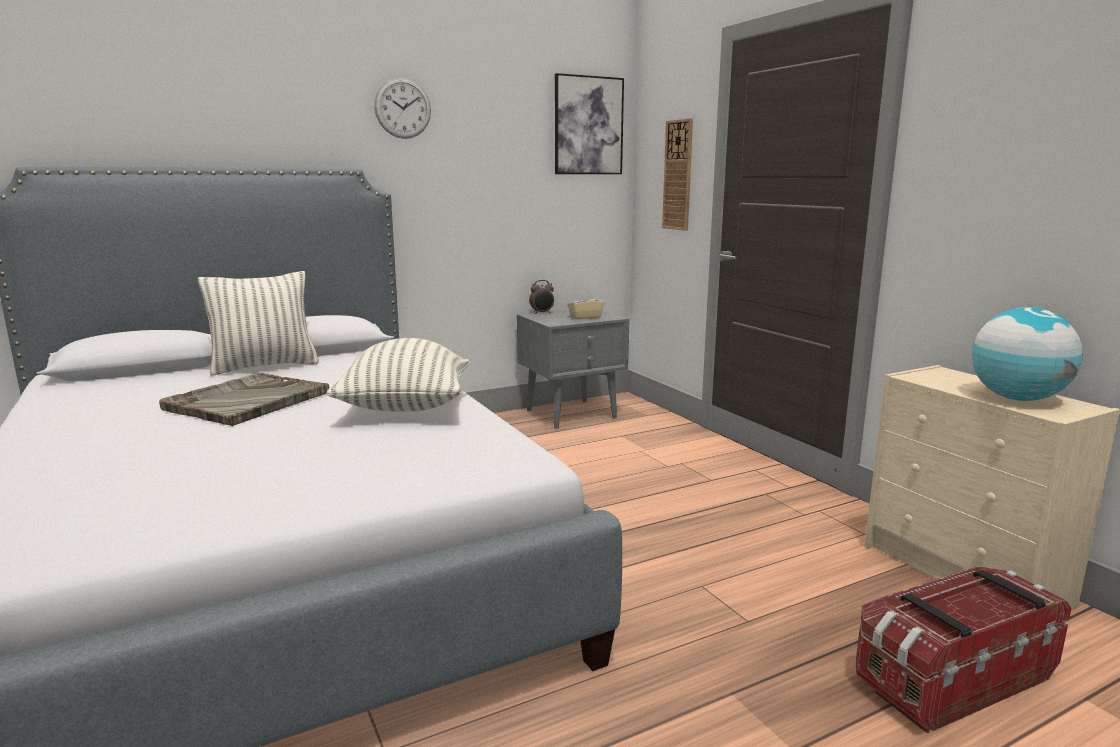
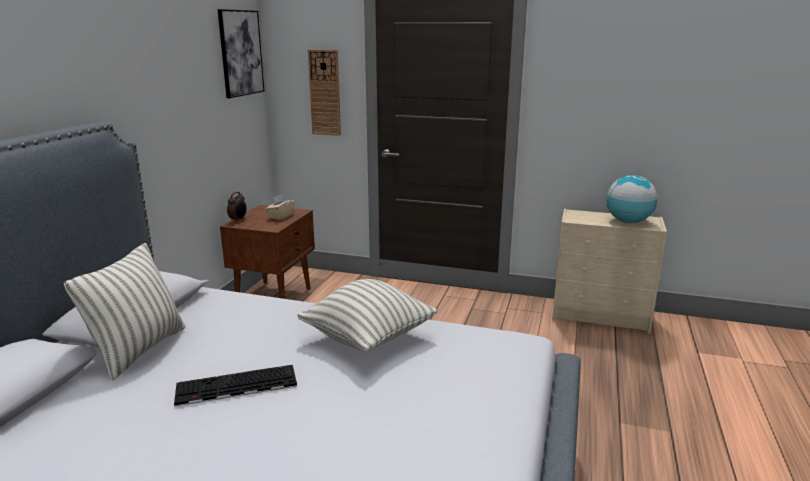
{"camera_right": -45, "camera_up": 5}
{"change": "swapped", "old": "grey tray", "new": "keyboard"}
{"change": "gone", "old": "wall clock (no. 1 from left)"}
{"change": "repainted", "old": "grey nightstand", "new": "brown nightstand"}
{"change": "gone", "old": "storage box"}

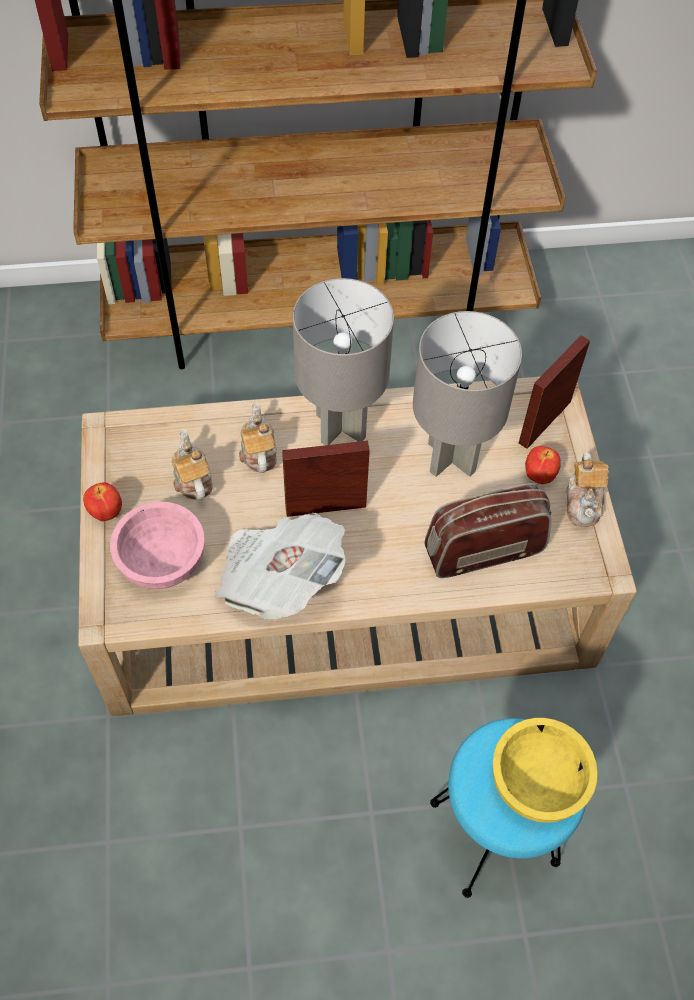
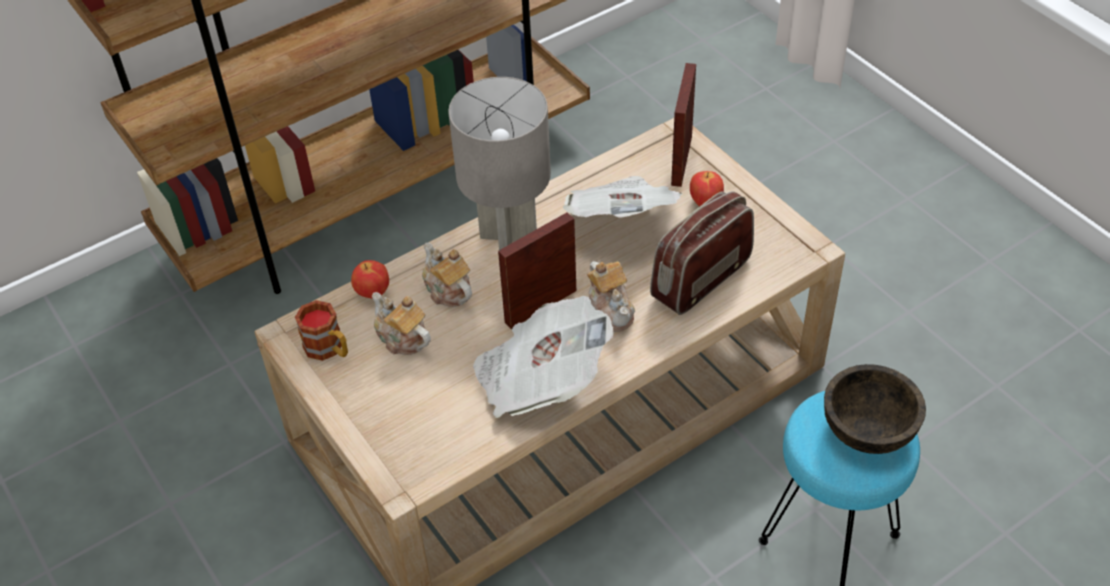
{"camera_right": -25, "camera_up": -10}
{"change": "shifted", "old": "apple (no. 1 from left)"}
{"change": "gone", "old": "pink bowl"}
{"change": "swapped", "old": "grey table lamp (no. 2 from left)", "new": "newspaper (no. 2 from left)"}
{"change": "repainted", "old": "yellow bowl", "new": "brown bowl"}
{"change": "shifted", "old": "teapot (no. 3 from left)"}
{"change": "new", "new": "mug"}

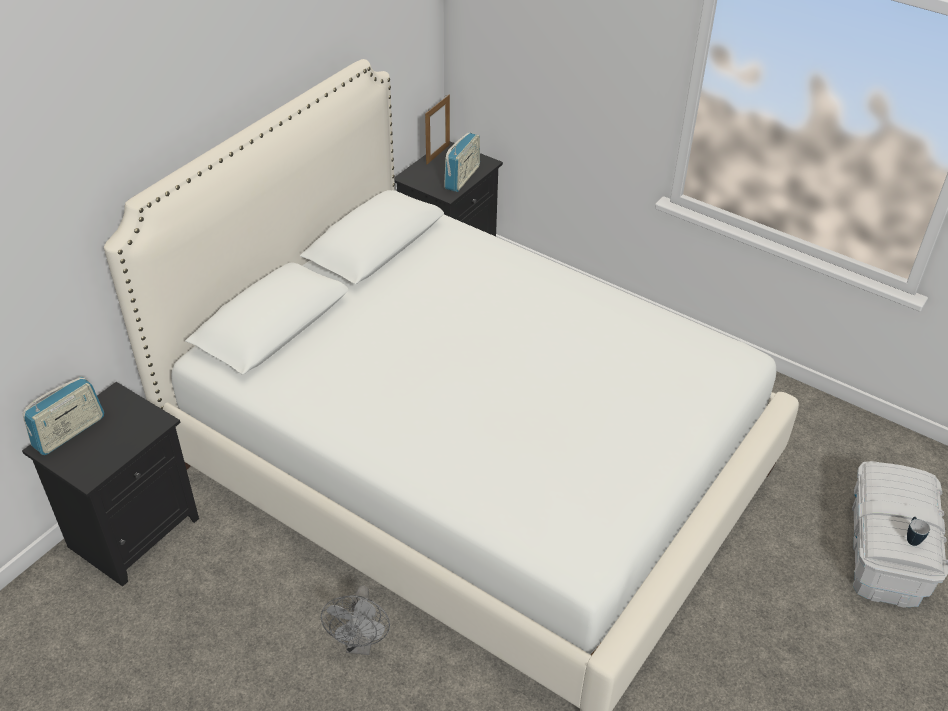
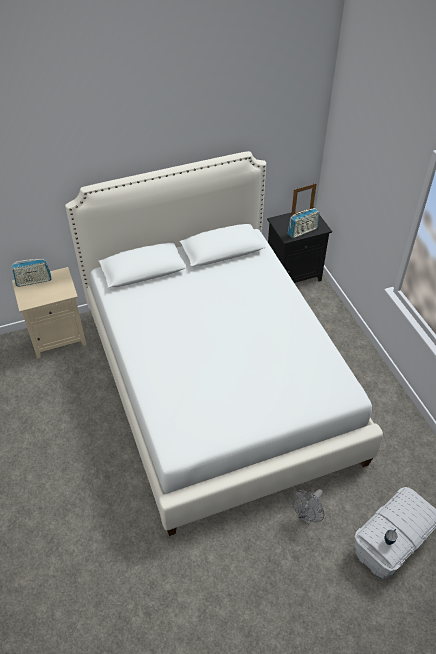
{"camera_right": 35, "camera_up": 5}
{"change": "repainted", "old": "black nightstand (no. 1 from left)", "new": "beige nightstand"}
{"change": "shifted", "old": "grey fan"}

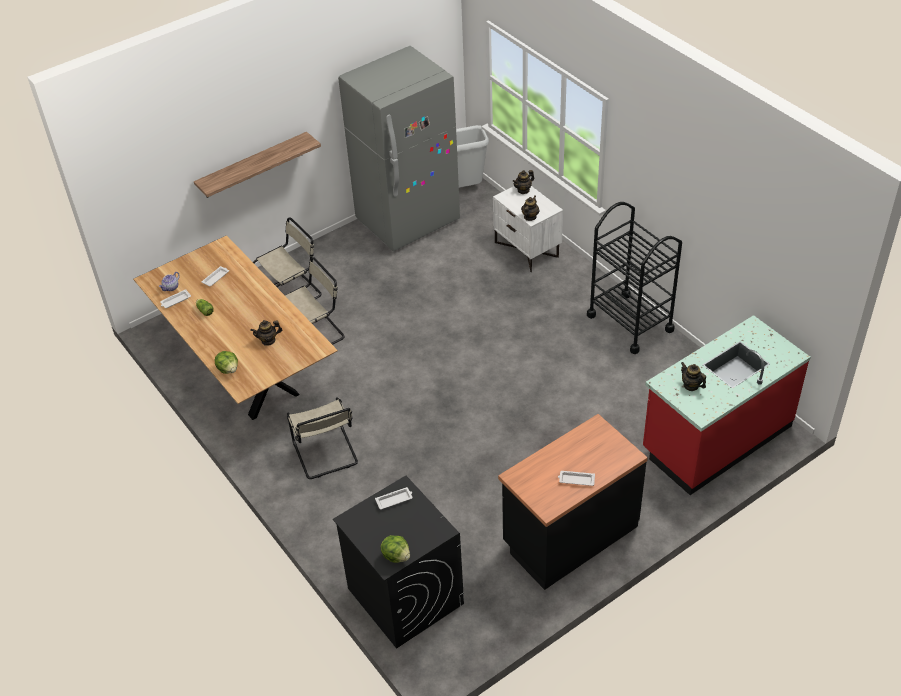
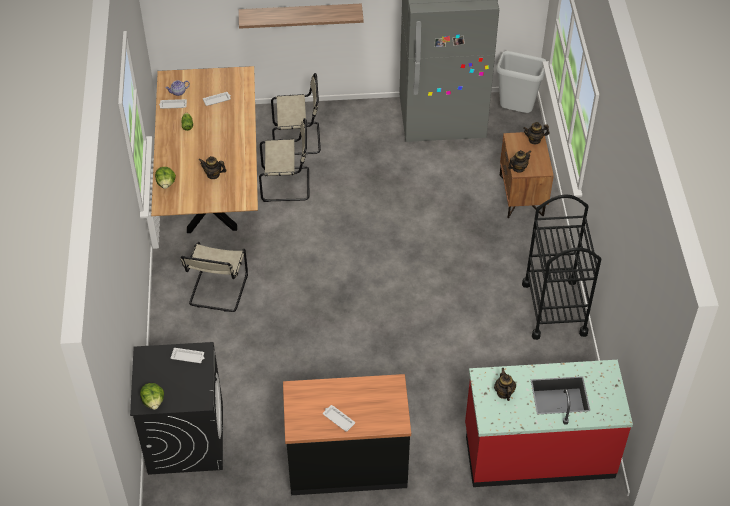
{"camera_right": 30, "camera_up": 5}
{"change": "repainted", "old": "white nightstand", "new": "brown nightstand"}

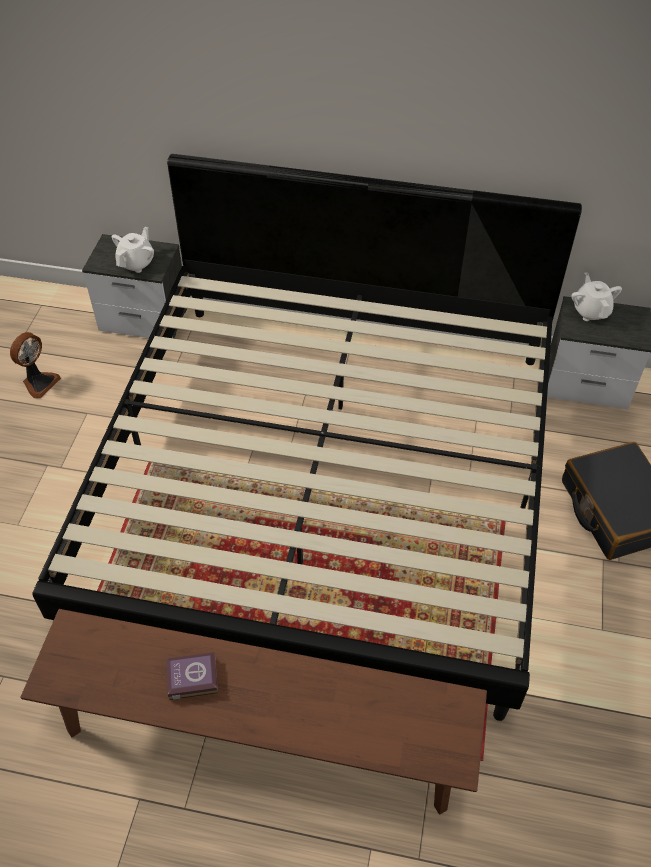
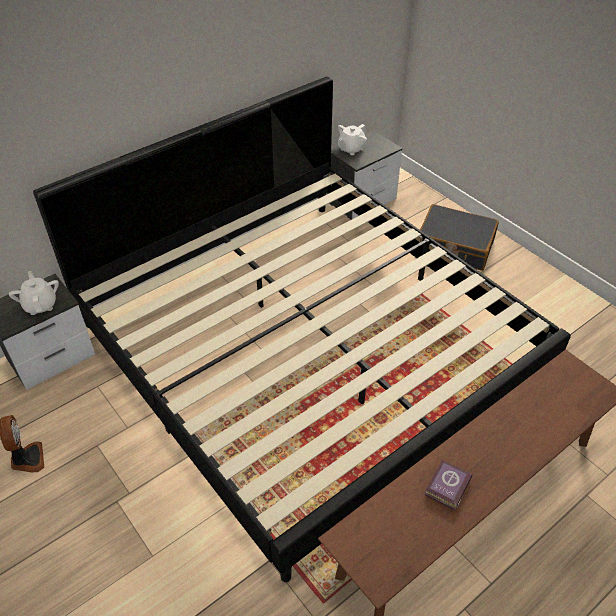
{"camera_right": -50, "camera_up": -5}
{"change": "rotated", "old": "white teapot (no. 2 from left)", "degrees": -75}

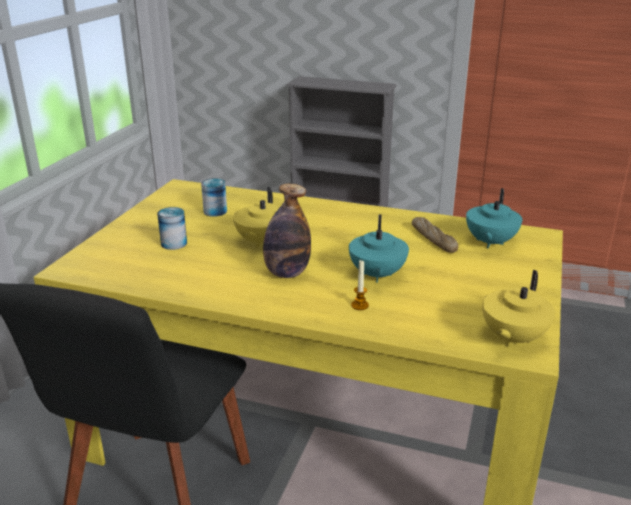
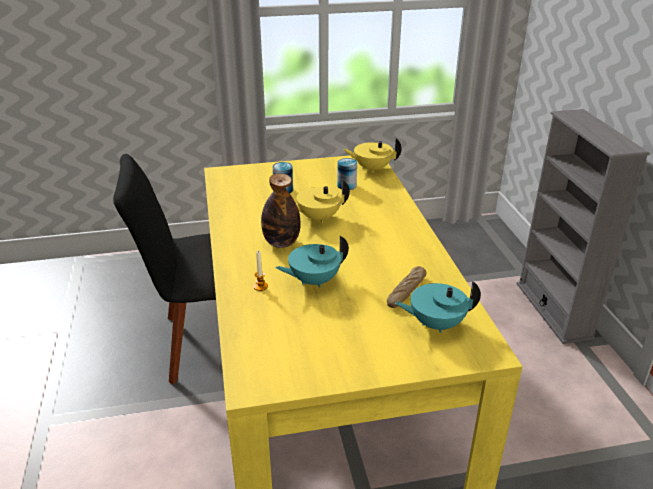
{"camera_right": 60, "camera_up": 5}
{"change": "shifted", "old": "yellow teapot (no. 2 from left)"}

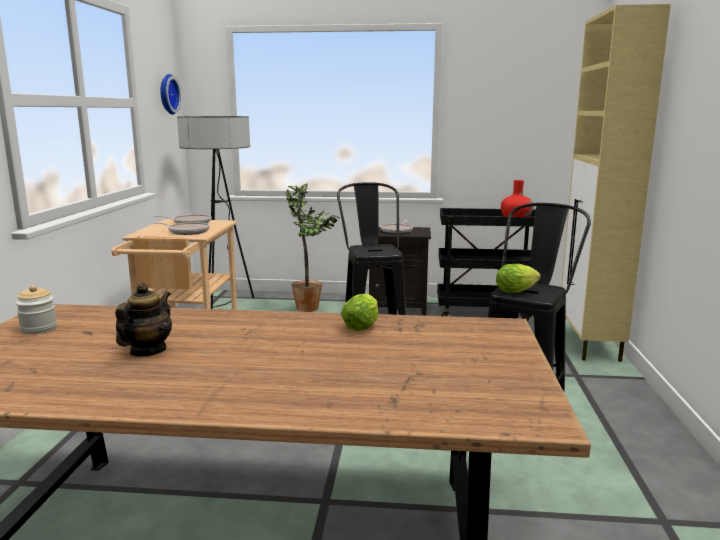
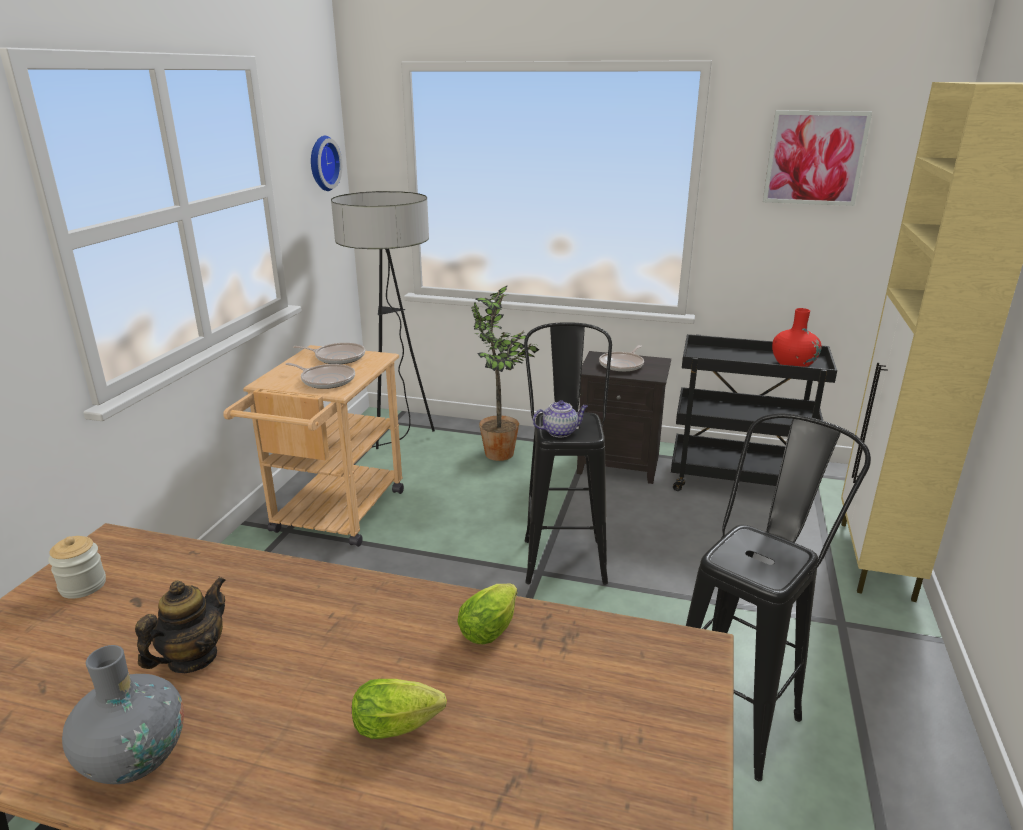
{"camera_right": 10, "camera_up": 10}
{"change": "shifted", "old": "lettuce (no. 2 from left in the first image)", "new": "lettuce (no. 1 from left)"}
{"change": "new", "new": "grey vase"}
{"change": "new", "new": "teapot (no. 2 from left)"}
{"change": "new", "new": "picture"}

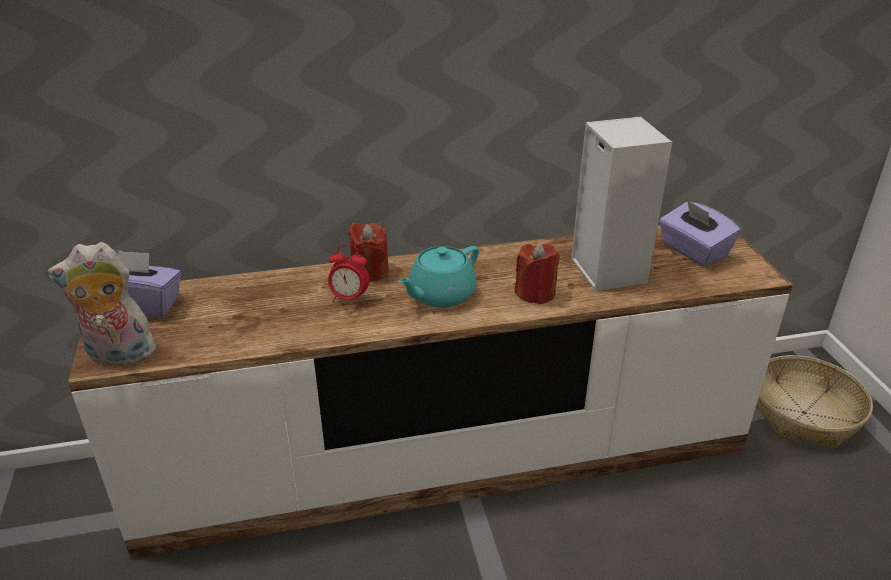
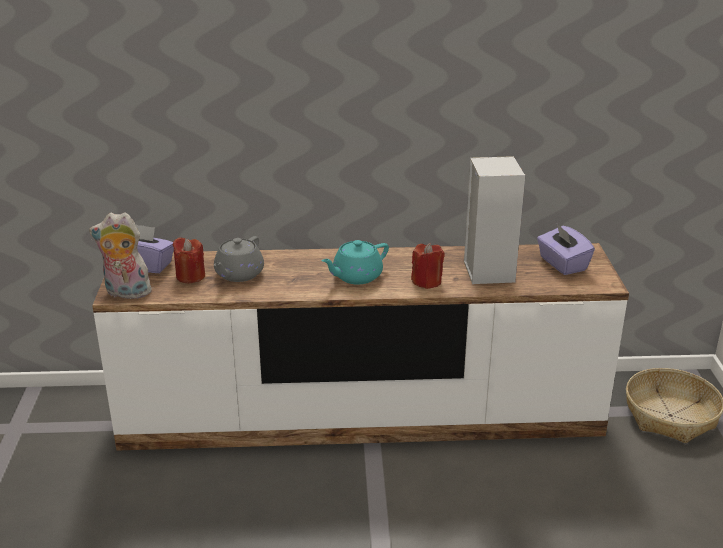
{"camera_right": 10, "camera_up": -5}
{"change": "gone", "old": "alarm clock"}
{"change": "shifted", "old": "red candle (no. 1 from left)"}
{"change": "new", "new": "grey teapot"}

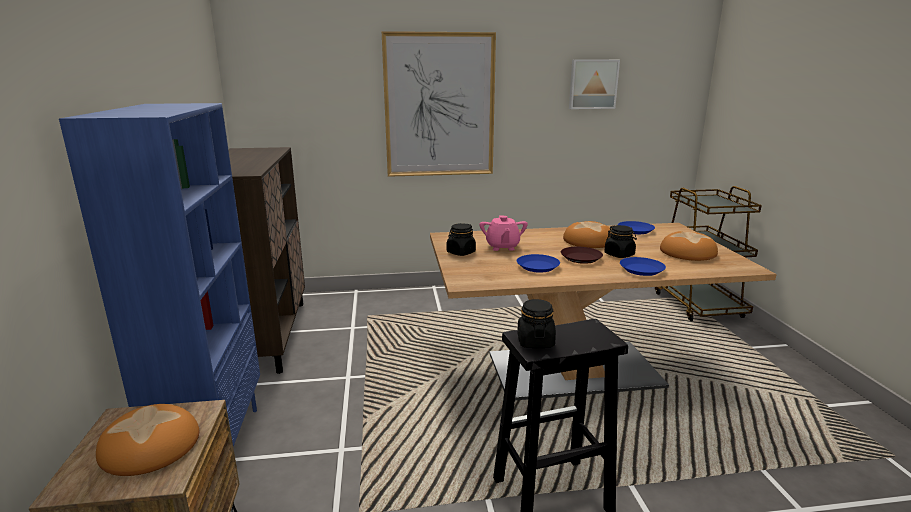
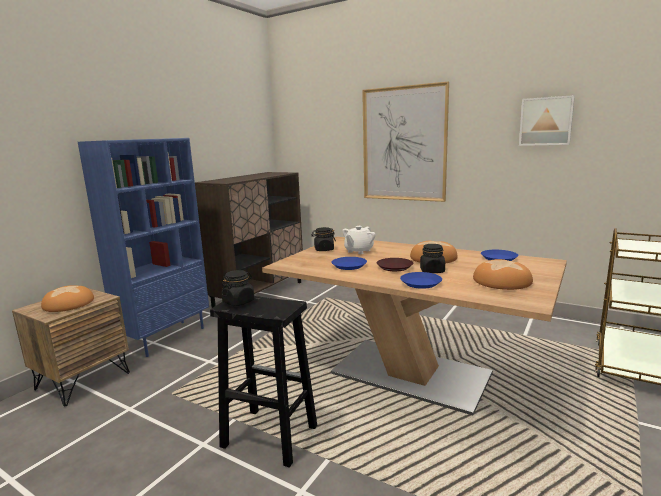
{"camera_right": 40, "camera_up": -5}
{"change": "repainted", "old": "pink teapot", "new": "white teapot"}

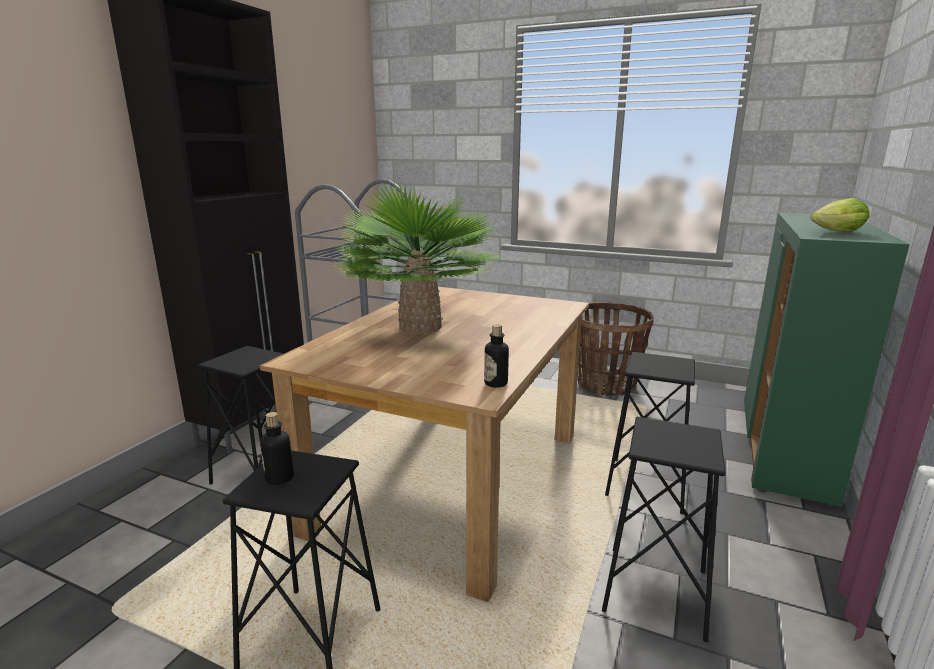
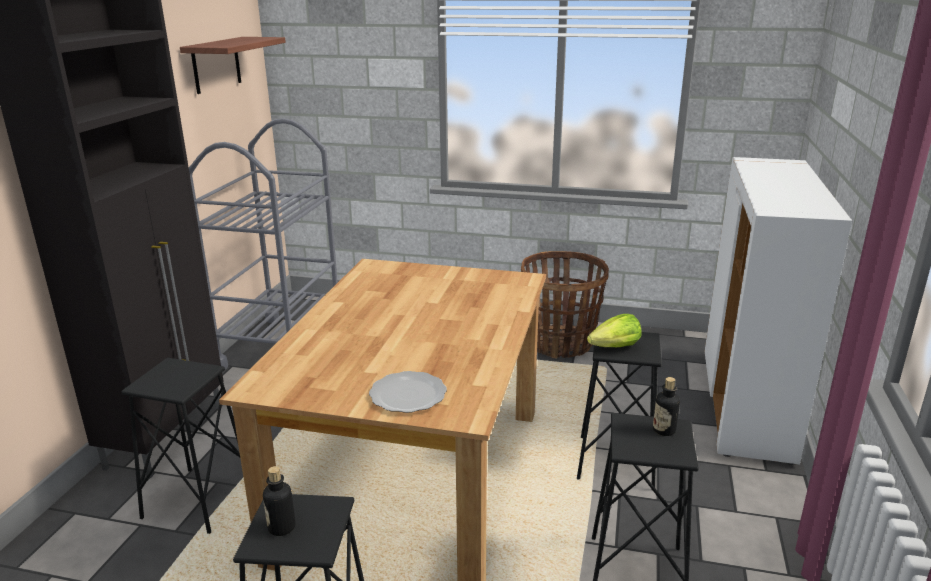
{"camera_right": -10, "camera_up": 5}
{"change": "gone", "old": "potted plant"}
{"change": "shifted", "old": "bottle (no. 2 from left)"}
{"change": "repainted", "old": "green cabinet", "new": "white cabinet"}
{"change": "shifted", "old": "lettuce"}
{"change": "new", "new": "shelf"}
{"change": "new", "new": "plate"}

